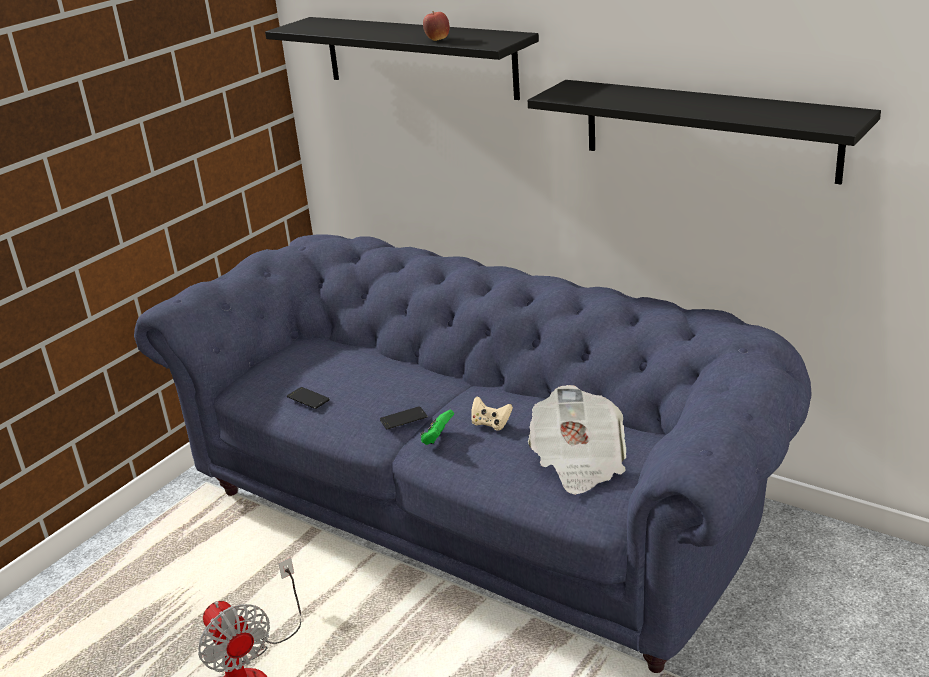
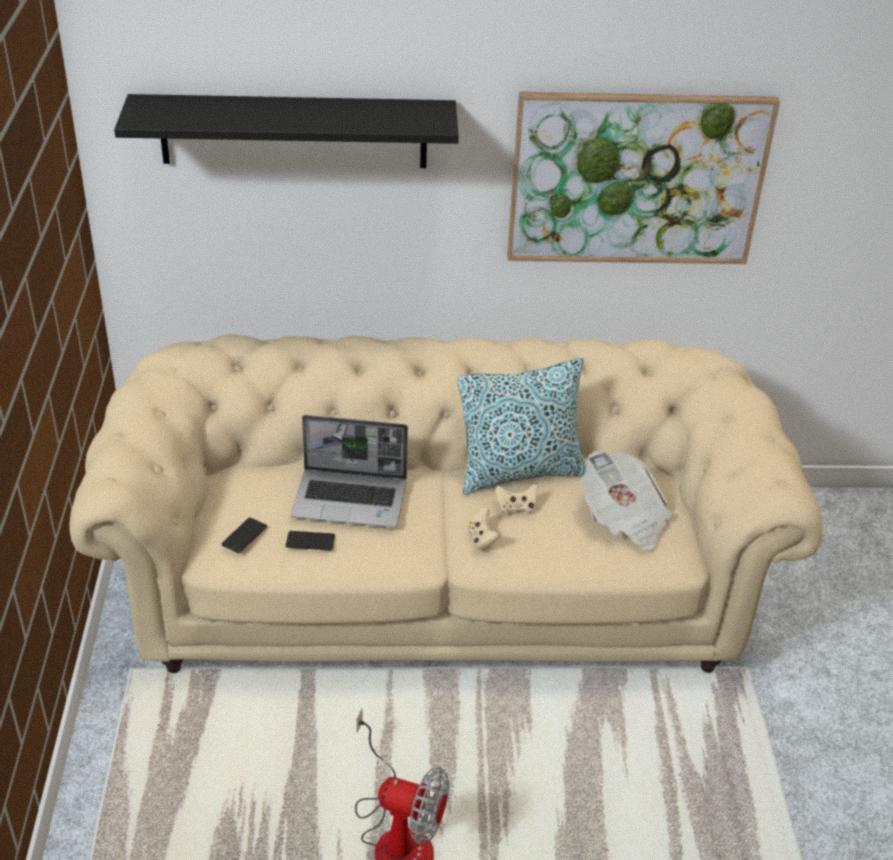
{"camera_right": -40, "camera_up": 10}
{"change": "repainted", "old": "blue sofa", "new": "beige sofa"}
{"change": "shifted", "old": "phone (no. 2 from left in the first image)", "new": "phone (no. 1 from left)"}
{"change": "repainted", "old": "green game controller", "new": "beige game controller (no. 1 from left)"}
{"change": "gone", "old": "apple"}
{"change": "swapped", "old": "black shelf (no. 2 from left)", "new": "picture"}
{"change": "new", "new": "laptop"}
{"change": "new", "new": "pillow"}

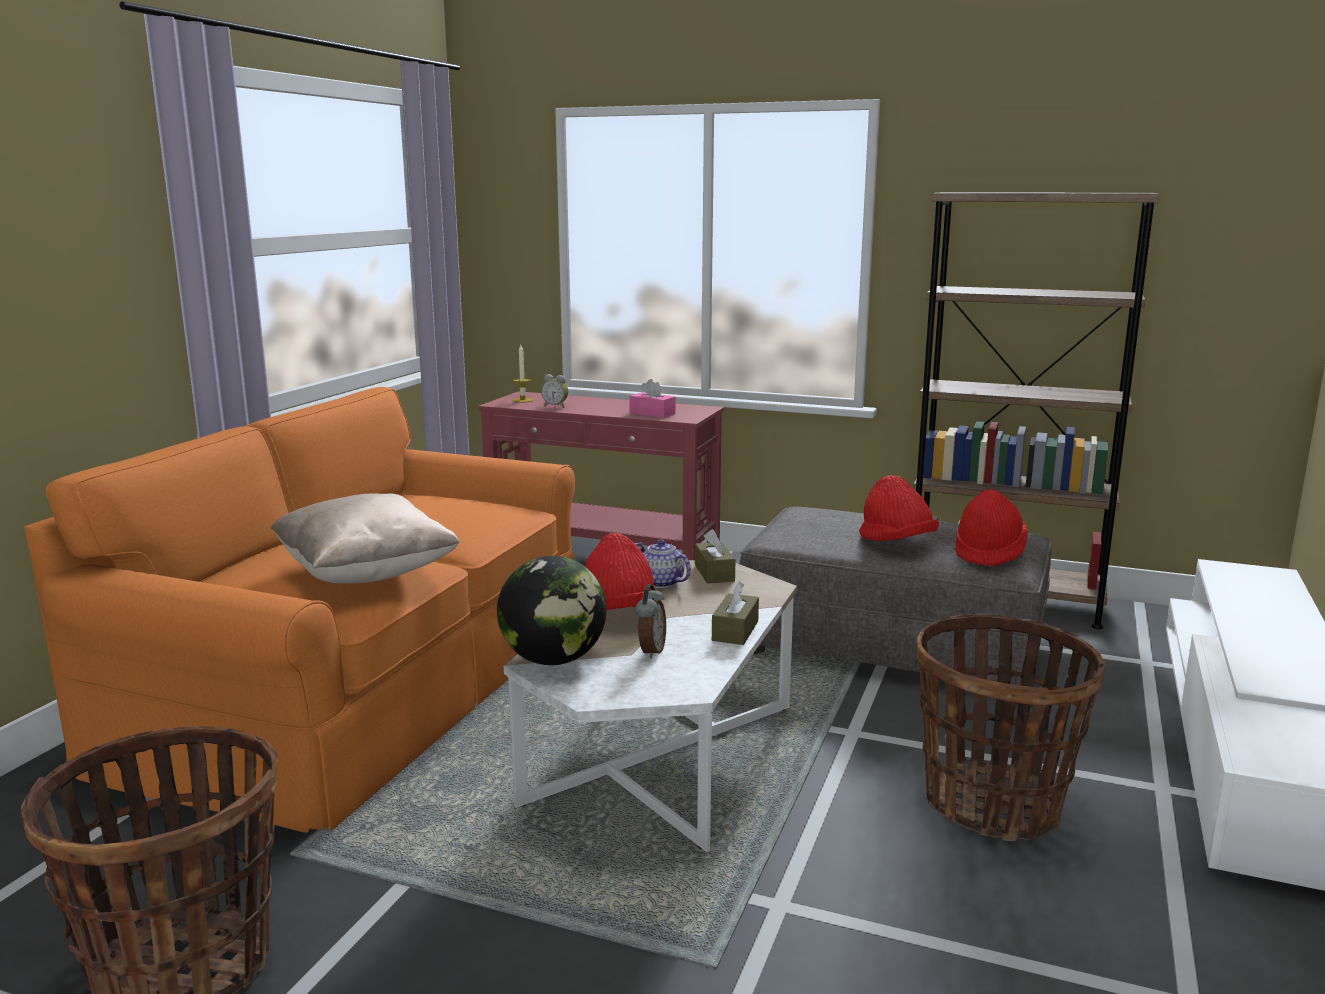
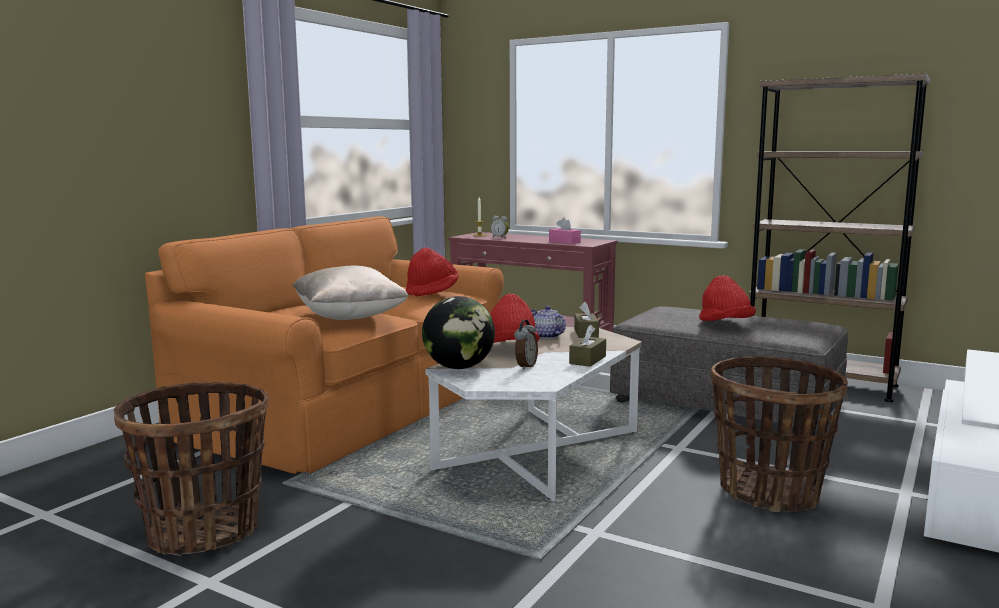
{"camera_right": 10, "camera_up": -5}
{"change": "shifted", "old": "red hat (no. 3 from left in the first image)", "new": "red hat (no. 1 from left)"}

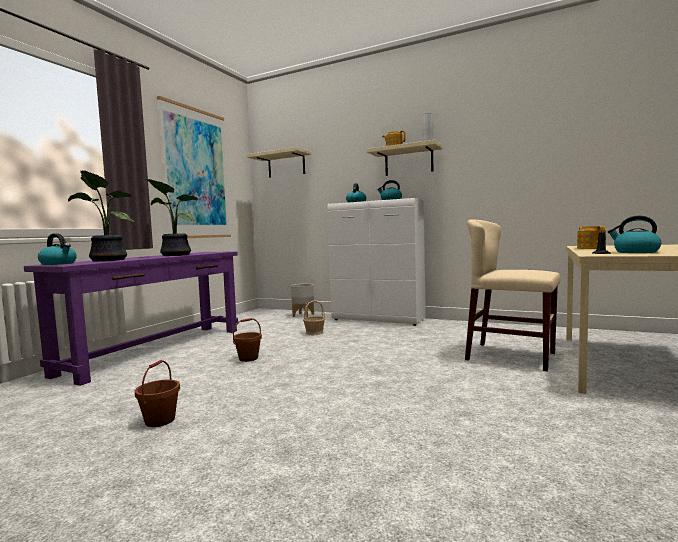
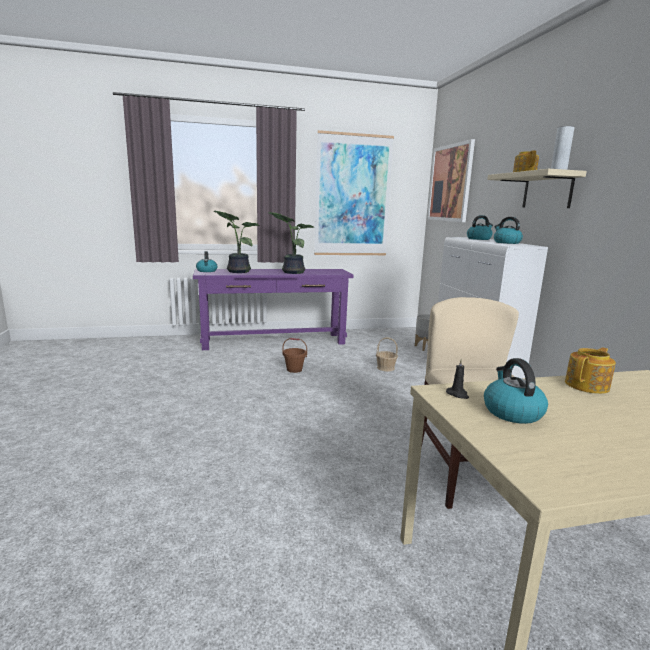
{"camera_right": 50, "camera_up": 10}
{"change": "gone", "old": "brown bucket (no. 1 from left)"}
{"change": "swapped", "old": "beige shelf (no. 1 from left)", "new": "picture (no. 2 from left)"}

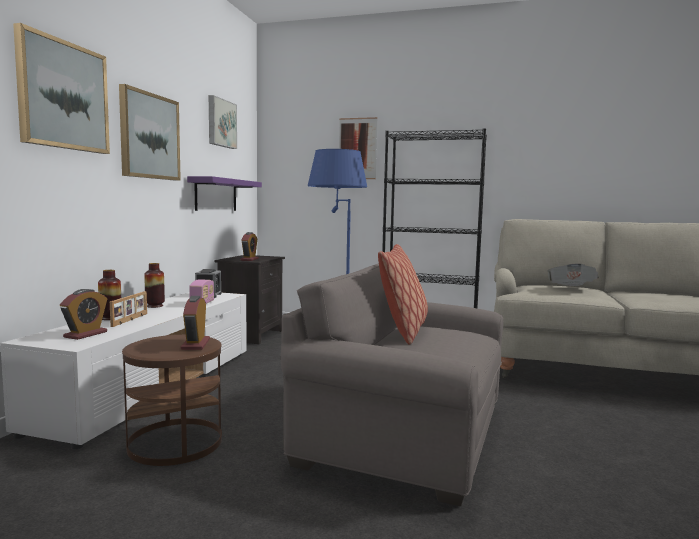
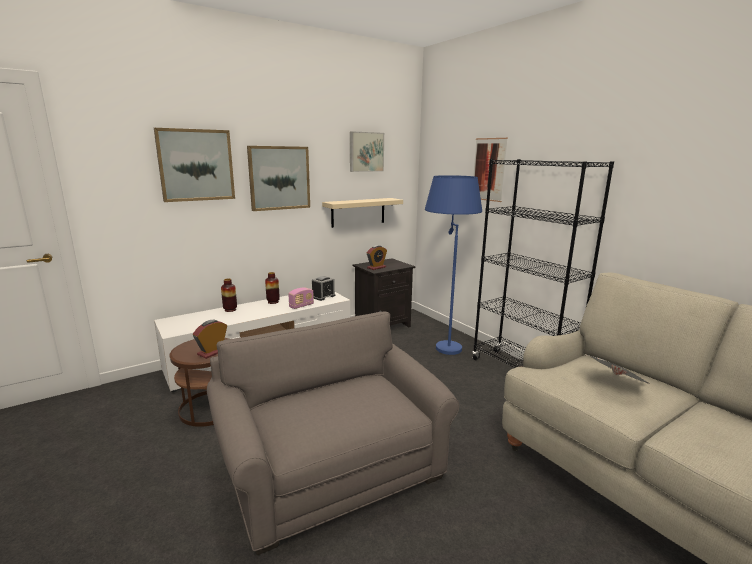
{"camera_right": 40, "camera_up": 10}
{"change": "gone", "old": "alarm clock (no. 1 from left)"}
{"change": "gone", "old": "picture frame"}
{"change": "repainted", "old": "purple shelf", "new": "beige shelf"}
{"change": "gone", "old": "pillow"}

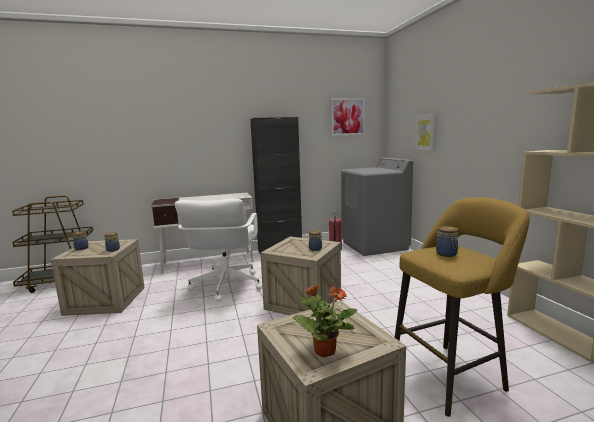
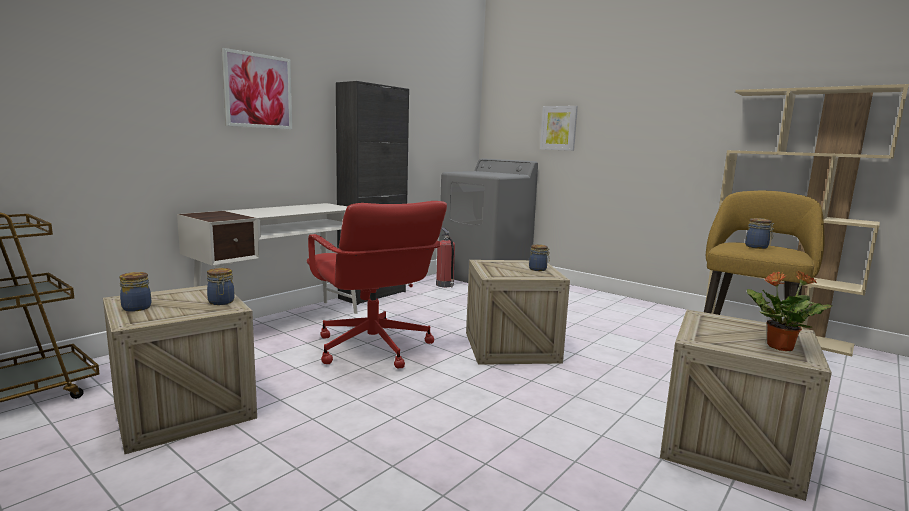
{"camera_right": -35, "camera_up": 0}
{"change": "repainted", "old": "white office chair", "new": "red office chair"}
{"change": "shifted", "old": "picture (no. 1 from left)"}

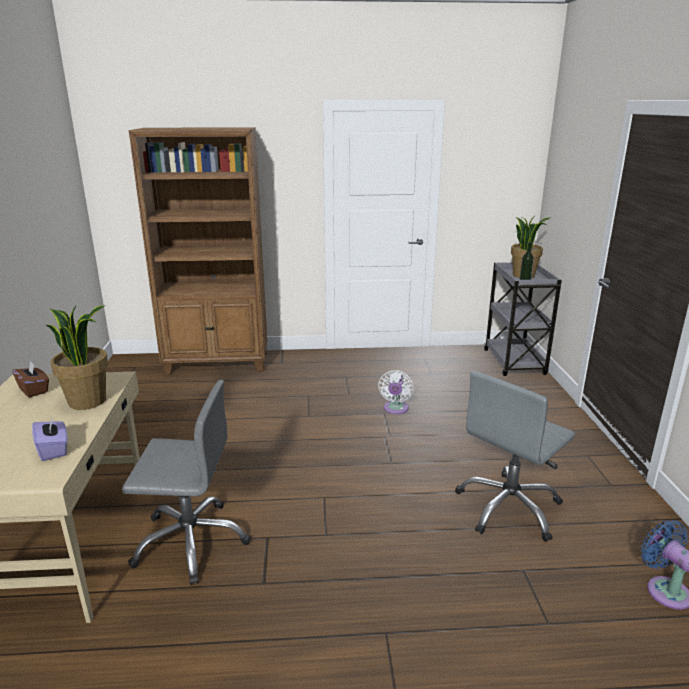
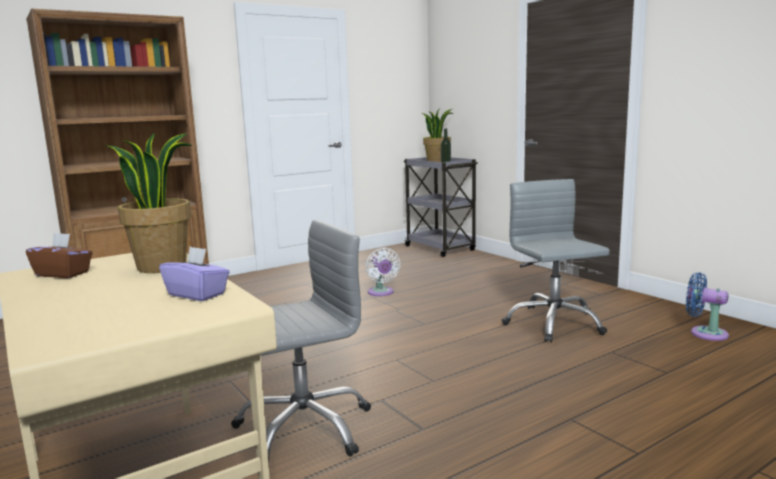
{"camera_right": -30, "camera_up": -10}
{"change": "rotated", "old": "grey office chair (no. 2 from left)", "degrees": 150}

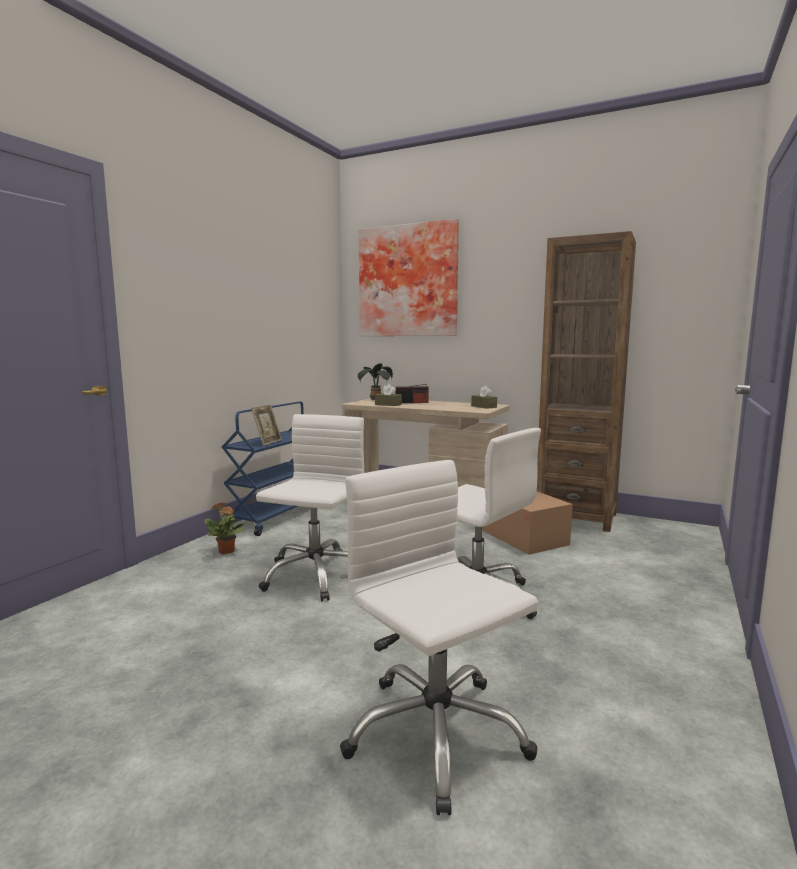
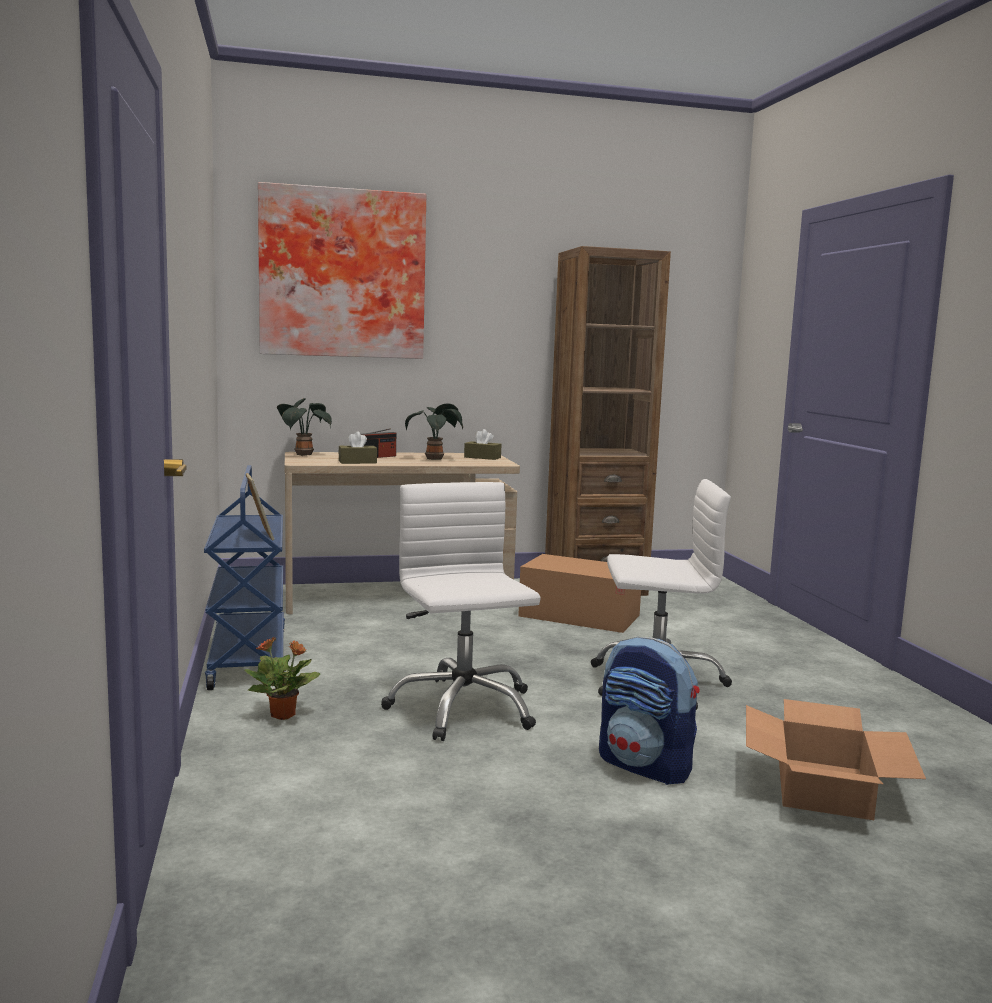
{"camera_right": -40, "camera_up": 0}
{"change": "swapped", "old": "white office chair (no. 2 from left)", "new": "cardboard box (no. 2 from left)"}
{"change": "new", "new": "potted plant (no. 3 from left)"}
{"change": "new", "new": "backpack"}

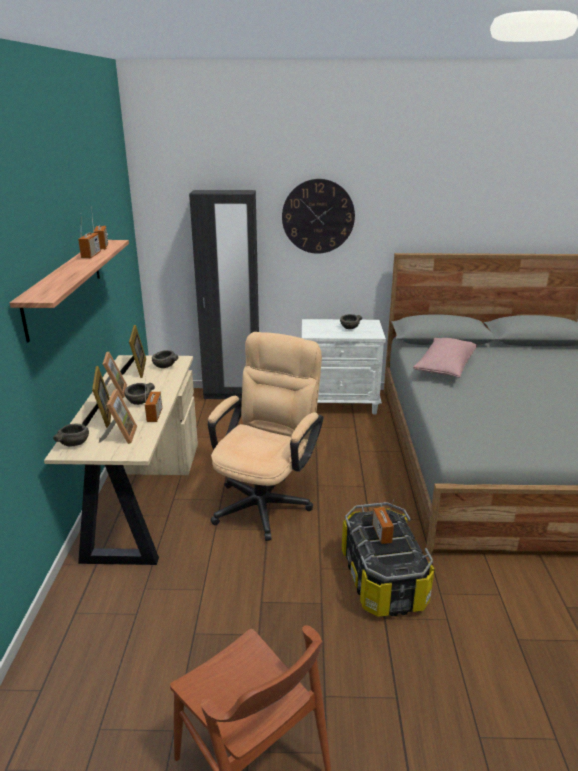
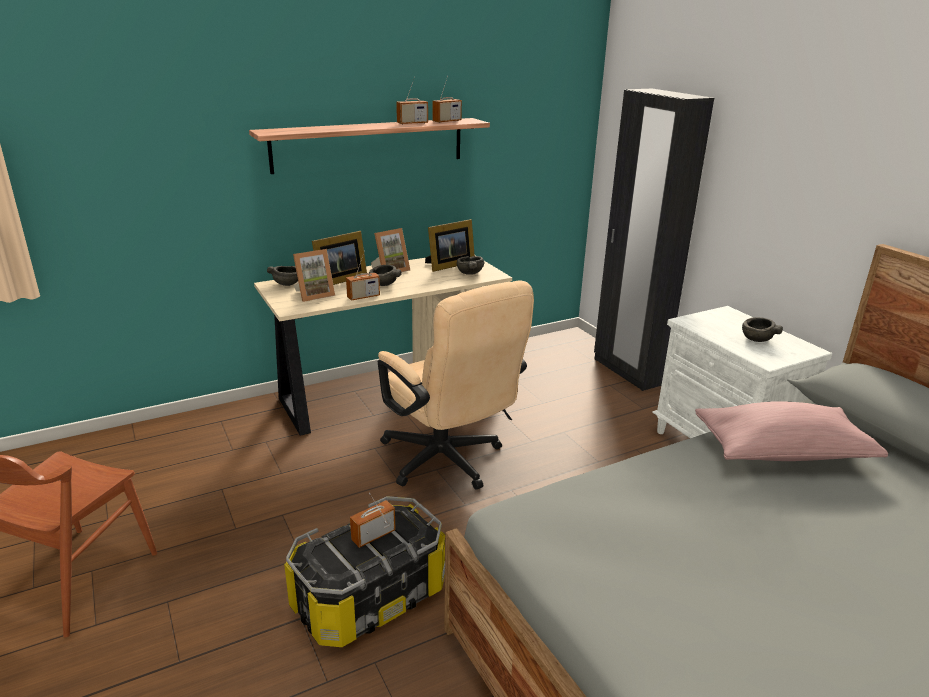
{"camera_right": 60, "camera_up": 0}
{"change": "rotated", "old": "beige office chair", "degrees": 60}
{"change": "gone", "old": "wall clock"}

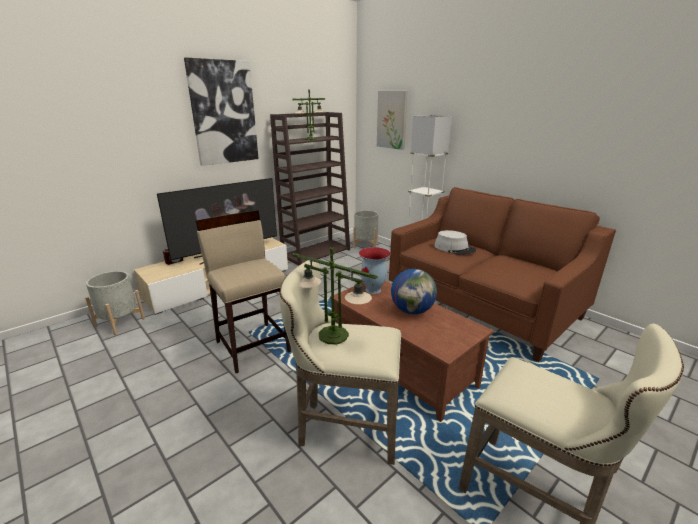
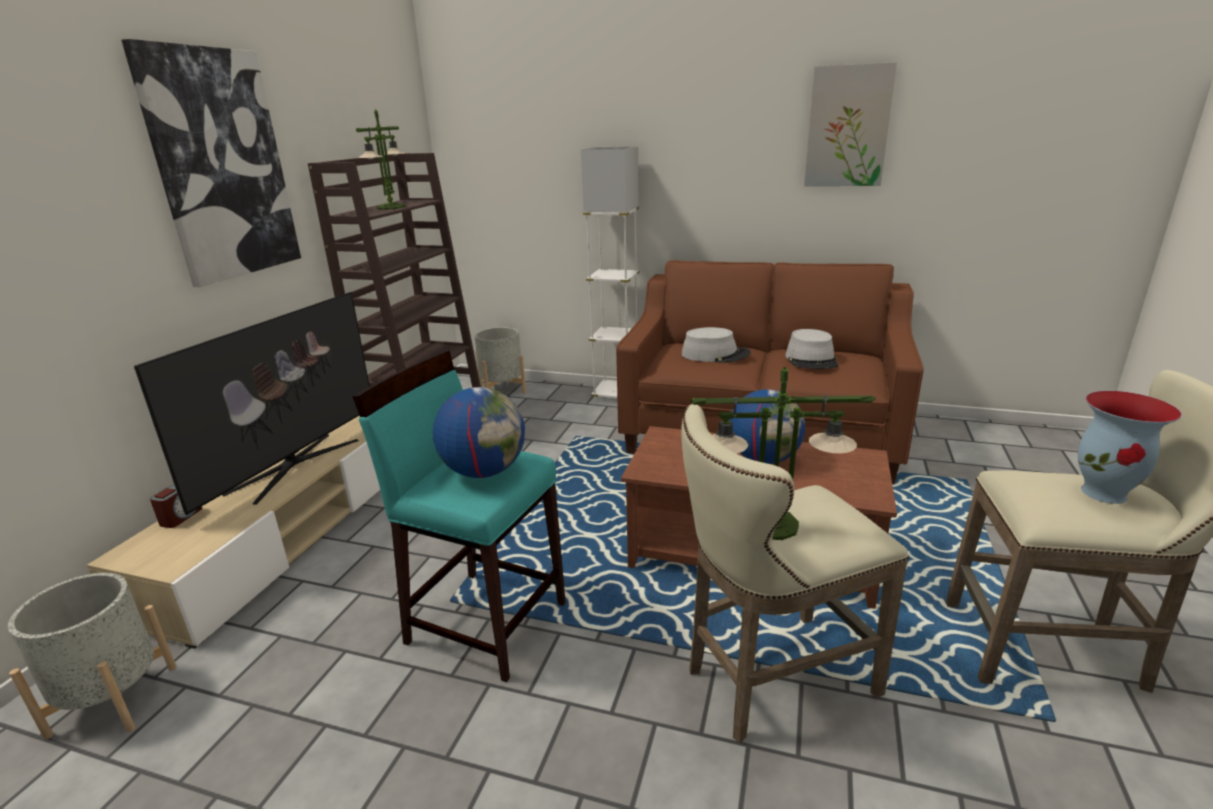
{"camera_right": -30, "camera_up": 0}
{"change": "repainted", "old": "beige stool (no. 1 from left)", "new": "turquoise stool"}
{"change": "shifted", "old": "vase"}
{"change": "shifted", "old": "picture (no. 2 from left)"}
{"change": "new", "new": "globe (no. 1 from left)"}
{"change": "new", "new": "grey hat (no. 2 from left)"}

